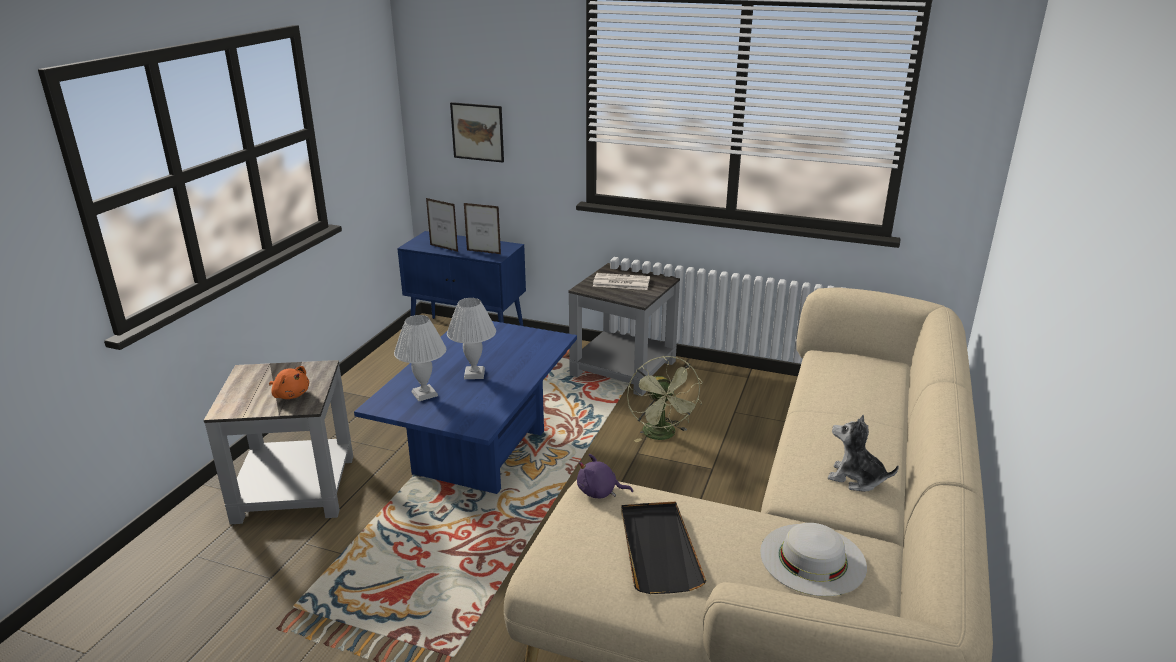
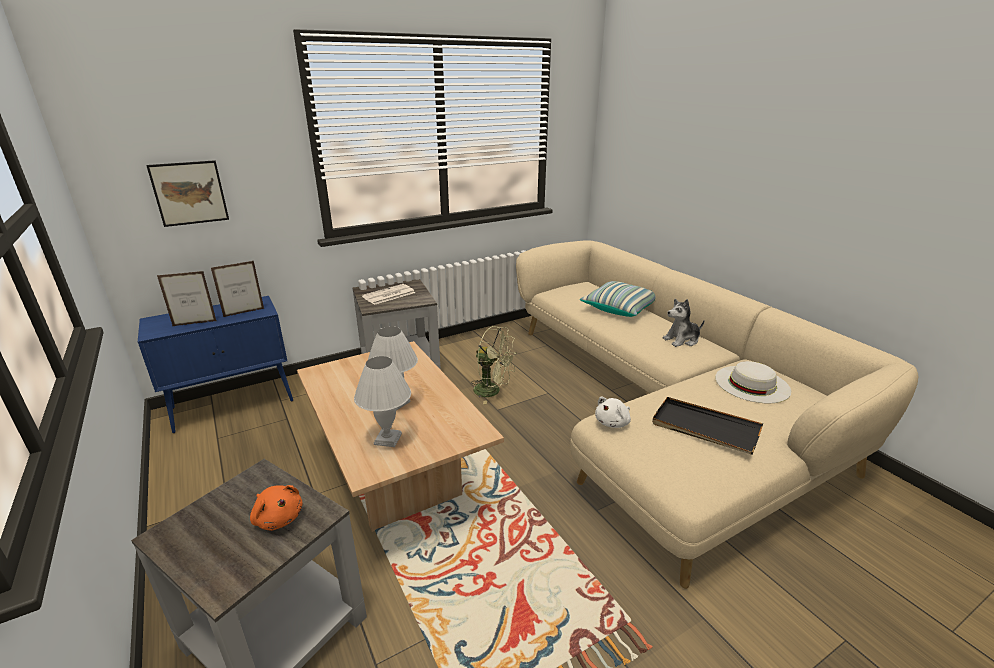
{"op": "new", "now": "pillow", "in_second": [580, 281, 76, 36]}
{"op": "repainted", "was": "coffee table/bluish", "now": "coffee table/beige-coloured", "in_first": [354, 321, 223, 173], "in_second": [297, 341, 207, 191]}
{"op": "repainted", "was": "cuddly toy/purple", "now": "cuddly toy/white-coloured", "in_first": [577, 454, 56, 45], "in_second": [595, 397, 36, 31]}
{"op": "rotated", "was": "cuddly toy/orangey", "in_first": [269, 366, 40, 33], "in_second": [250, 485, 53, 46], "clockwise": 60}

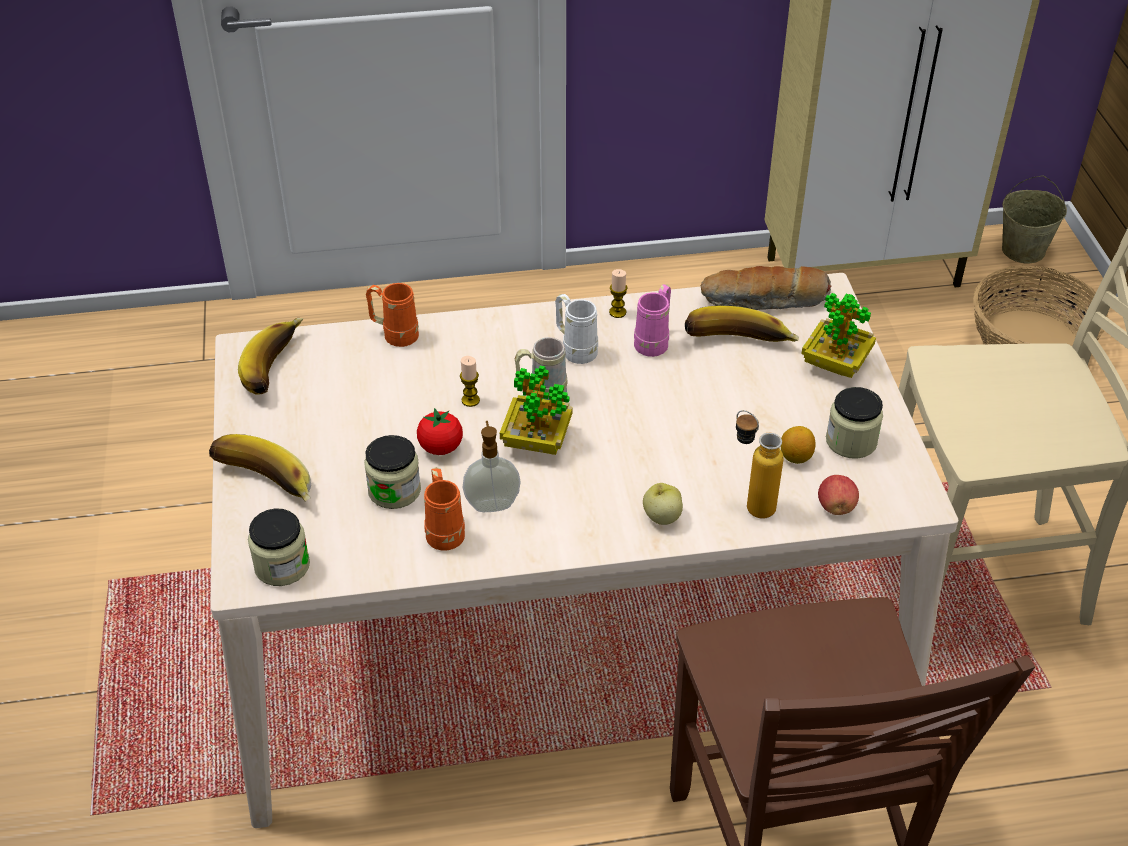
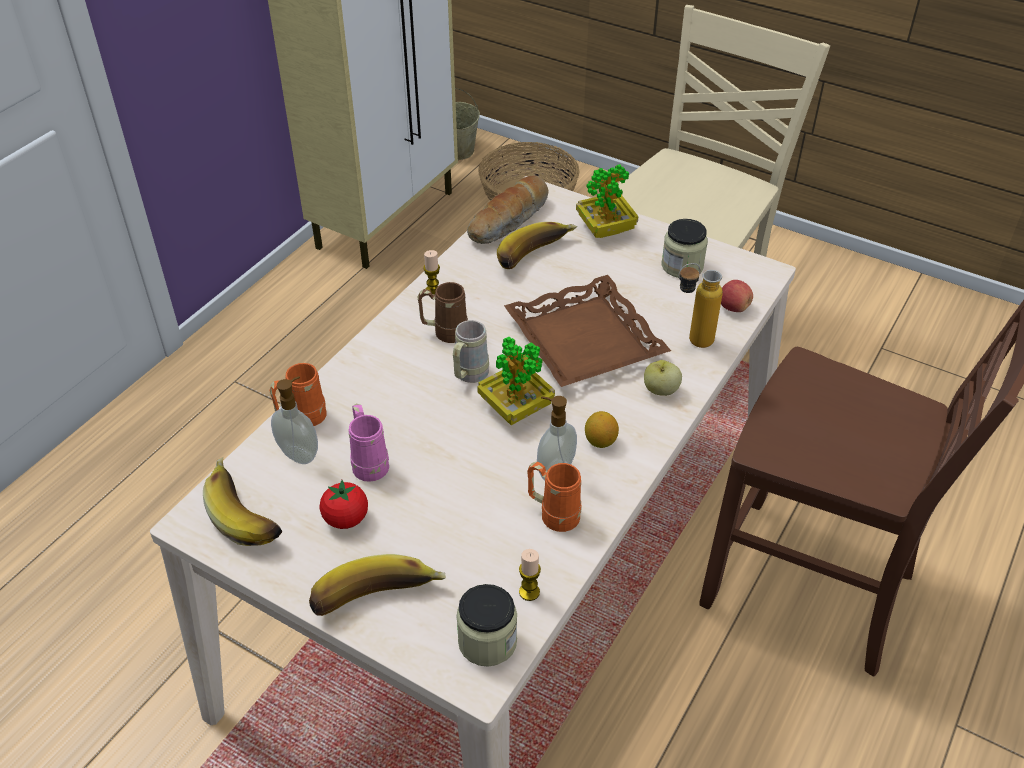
{"op": "gone", "was": "preserve jar", "in_first": [364, 435, 57, 74]}
{"op": "new", "now": "soap bottle", "in_second": [271, 376, 47, 88]}
{"op": "new", "now": "serving tray/brown-coloured", "in_second": [504, 275, 167, 112]}
{"op": "shifted", "was": "whole tomato", "in_first": [417, 408, 46, 47], "in_second": [320, 480, 48, 49]}
{"op": "shifted", "was": "wax light", "in_first": [460, 356, 20, 51], "in_second": [519, 549, 22, 52]}
{"op": "shifted", "was": "coffee mug/pink-coloured", "in_first": [634, 284, 37, 73], "in_second": [349, 404, 40, 78]}
{"op": "shifted", "was": "whole lemon", "in_first": [781, 426, 35, 38], "in_second": [585, 411, 34, 37]}
{"op": "repainted", "was": "coffee mug/white-coloured", "now": "coffee mug/brown-coloured", "in_first": [555, 294, 43, 70], "in_second": [417, 282, 51, 61]}

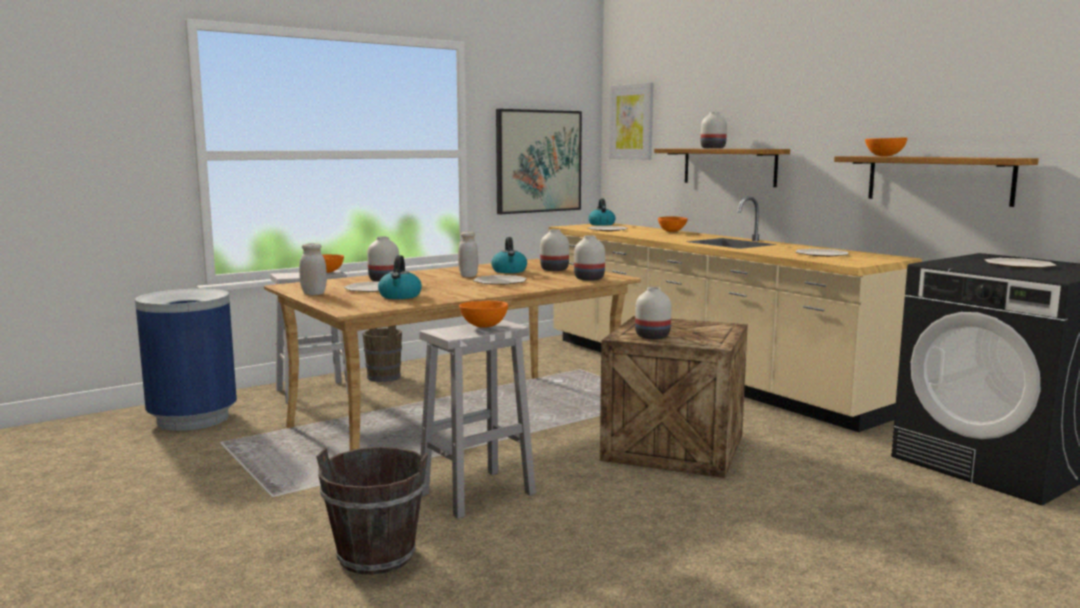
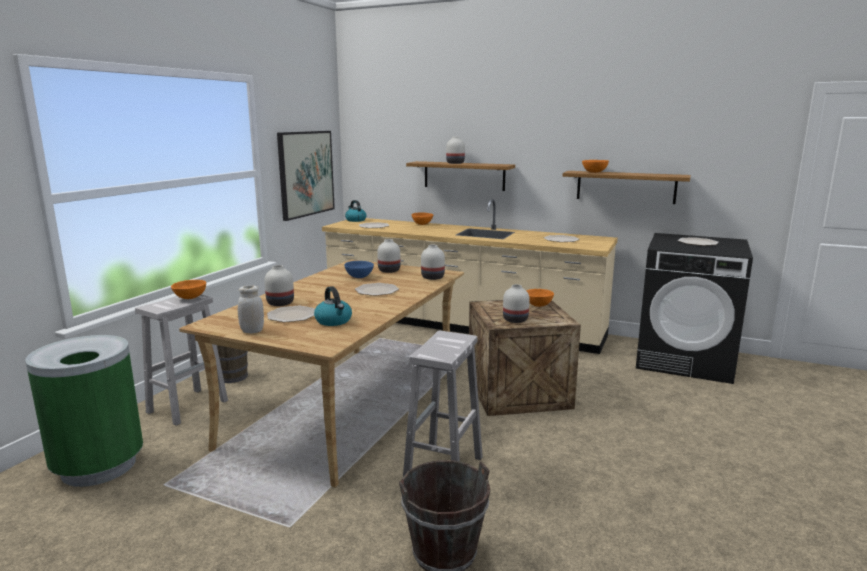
{"op": "gone", "was": "preserve jar/white-coloured", "in_first": [458, 231, 20, 46]}
{"op": "gone", "was": "wall art", "in_first": [609, 83, 44, 77]}
{"op": "shifted", "was": "bowl/orangey", "in_first": [459, 301, 49, 27], "in_second": [526, 289, 28, 18]}
{"op": "swapped", "was": "water kettle", "now": "bowl/bluish", "in_first": [491, 237, 36, 36], "in_second": [344, 261, 30, 17]}
{"op": "repainted", "was": "rubbish bin/bluish", "now": "rubbish bin/green-coloured", "in_first": [135, 289, 102, 142], "in_second": [25, 335, 118, 152]}

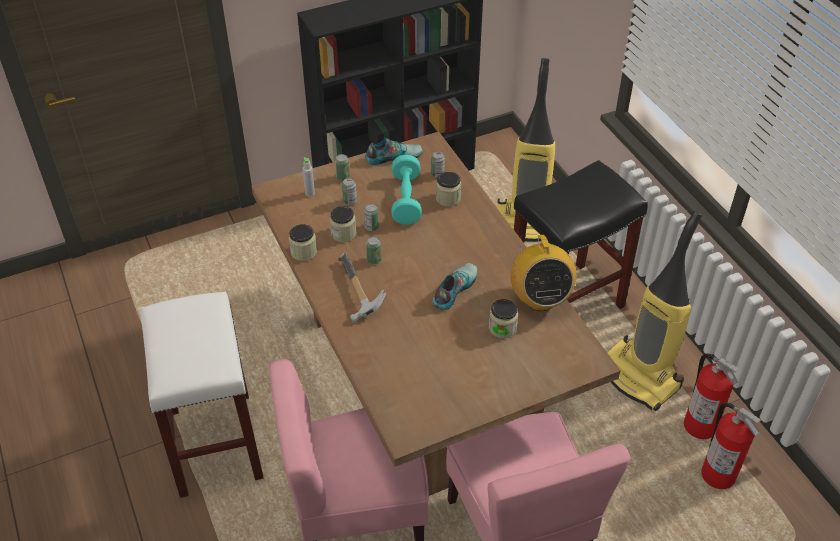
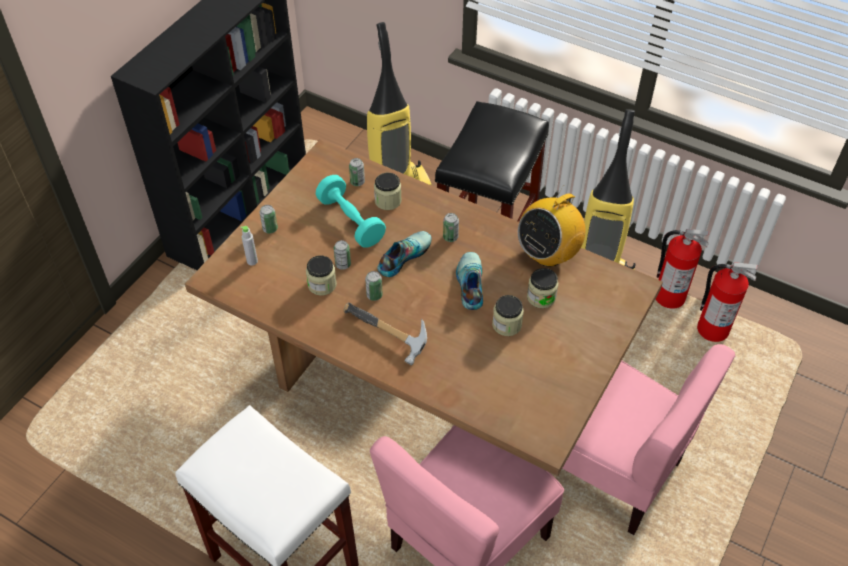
{"op": "shifted", "was": "preserve jar", "in_first": [289, 224, 28, 37], "in_second": [492, 295, 32, 41]}
{"op": "shifted", "was": "metal can", "in_first": [342, 178, 15, 27], "in_second": [443, 213, 16, 29]}
{"op": "shifted", "was": "low shoe", "in_first": [365, 138, 58, 27], "in_second": [377, 231, 55, 46]}
{"op": "rotated", "was": "radio receiver", "in_first": [511, 235, 66, 76], "in_second": [518, 185, 68, 82], "clockwise": 90}

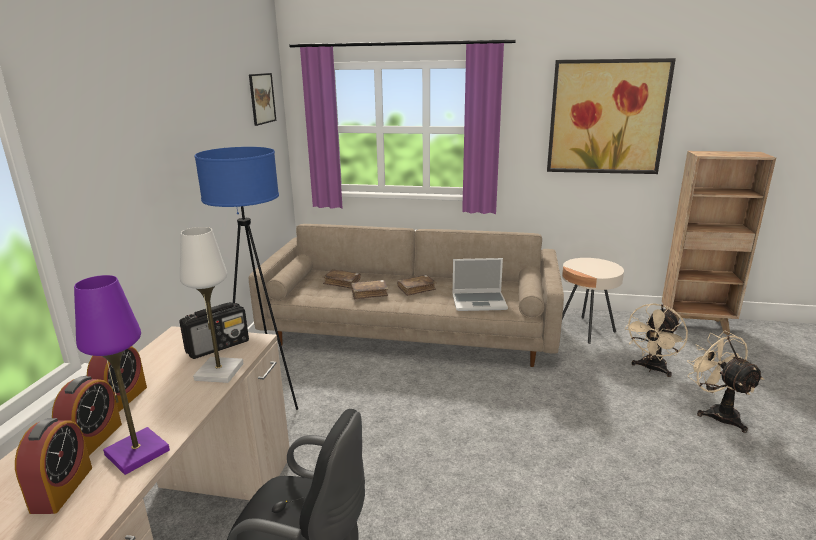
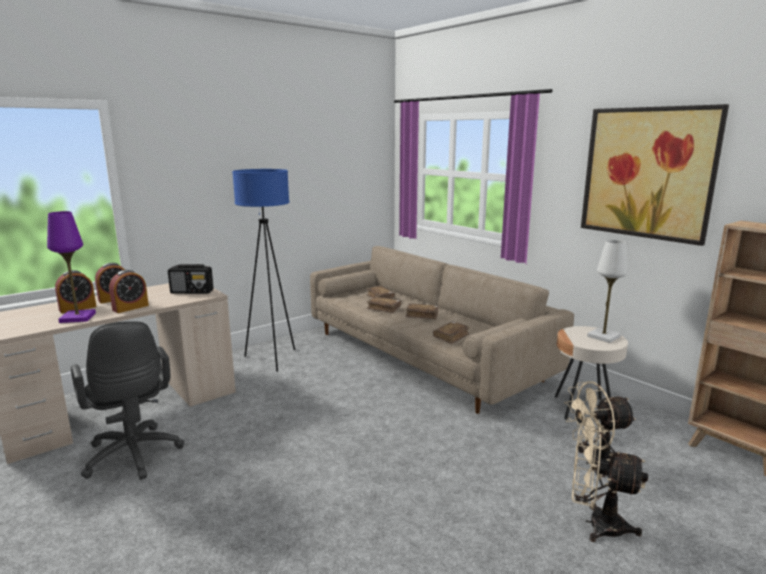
{"op": "gone", "was": "wall art", "in_first": [249, 73, 27, 53]}
{"op": "shifted", "was": "table clock", "in_first": [15, 418, 77, 96], "in_second": [109, 270, 40, 43]}
{"op": "shifted", "was": "table lamp/white-coloured", "in_first": [180, 227, 63, 156], "in_second": [587, 240, 41, 103]}
{"op": "swapped", "was": "portable computer", "now": "book/brown-coloured", "in_first": [452, 258, 56, 53], "in_second": [433, 321, 37, 23]}
{"op": "rotated", "was": "electric fan/beige-coloured", "in_first": [687, 331, 77, 102], "in_second": [572, 425, 76, 117], "clockwise": -90}

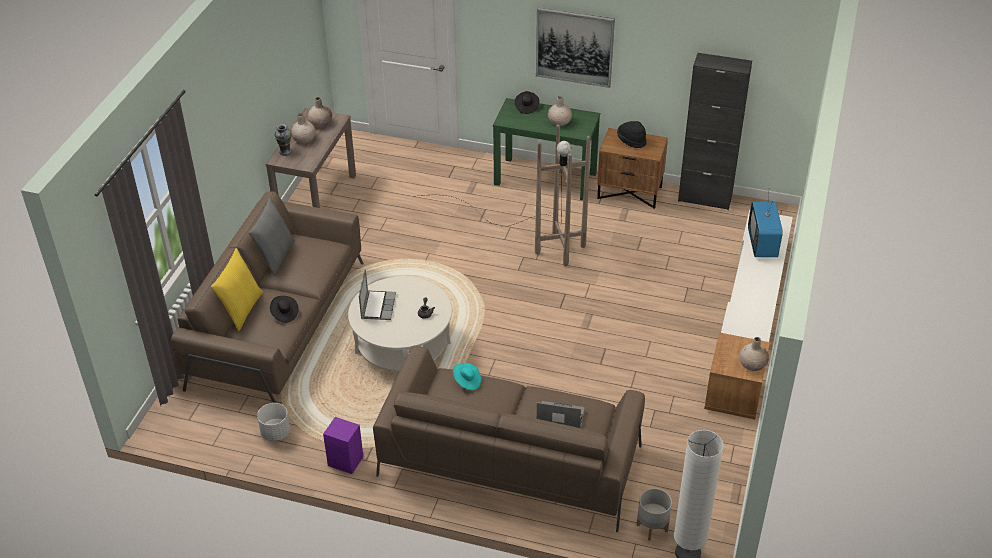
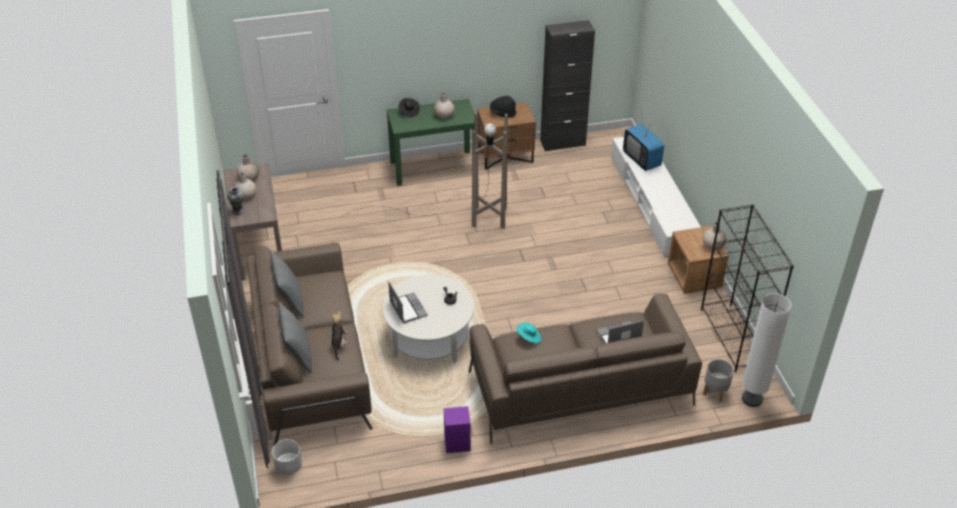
{"op": "gone", "was": "wall art", "in_first": [536, 8, 79, 80]}
{"op": "new", "now": "bookshelf/black-coloured", "in_second": [701, 204, 93, 168]}
{"op": "shifted", "was": "plant pot/white-coloured", "in_first": [257, 403, 33, 38], "in_second": [272, 439, 30, 36]}
{"op": "swapped", "was": "hat/black-coloured", "now": "cuddly toy", "in_first": [270, 296, 29, 27], "in_second": [330, 311, 18, 50]}
{"op": "repainted", "was": "pillow/yellow-coloured", "now": "pillow/grey", "in_first": [211, 248, 52, 83], "in_second": [279, 302, 33, 71]}

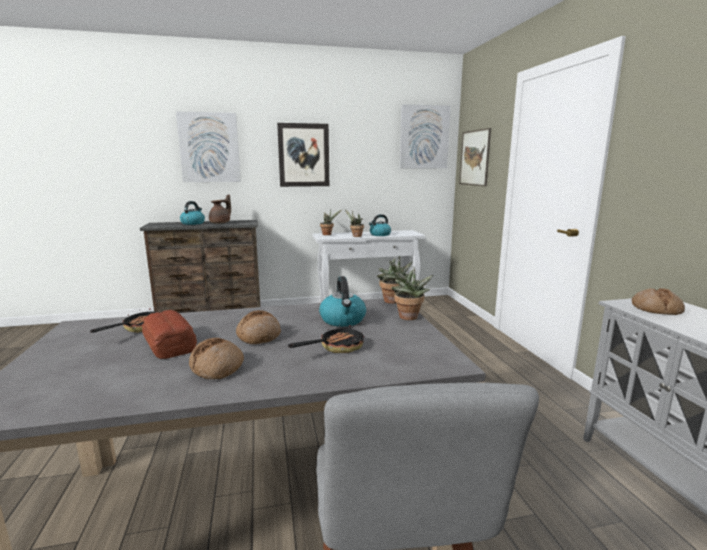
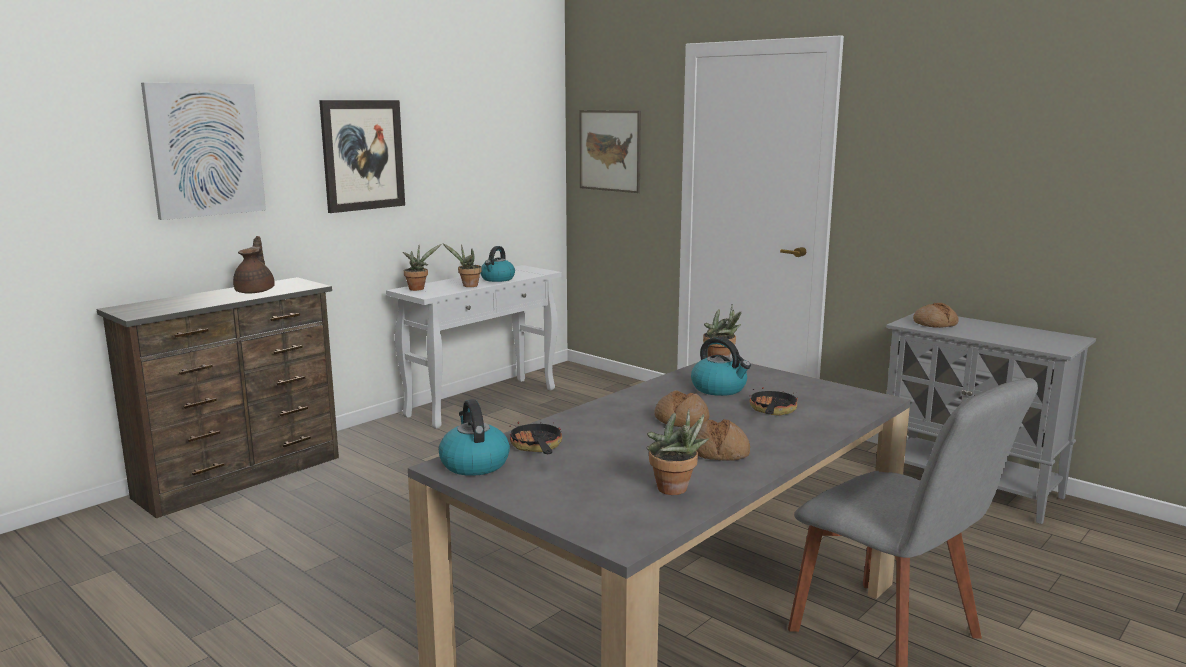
{"op": "gone", "was": "bakery bread", "in_first": [142, 310, 55, 49]}
{"op": "gone", "was": "wall art", "in_first": [400, 104, 51, 64]}
{"op": "shifted", "was": "water kettle", "in_first": [180, 201, 25, 24], "in_second": [439, 399, 71, 77]}
{"op": "shifted", "was": "potted plant", "in_first": [391, 267, 42, 53], "in_second": [647, 409, 62, 86]}

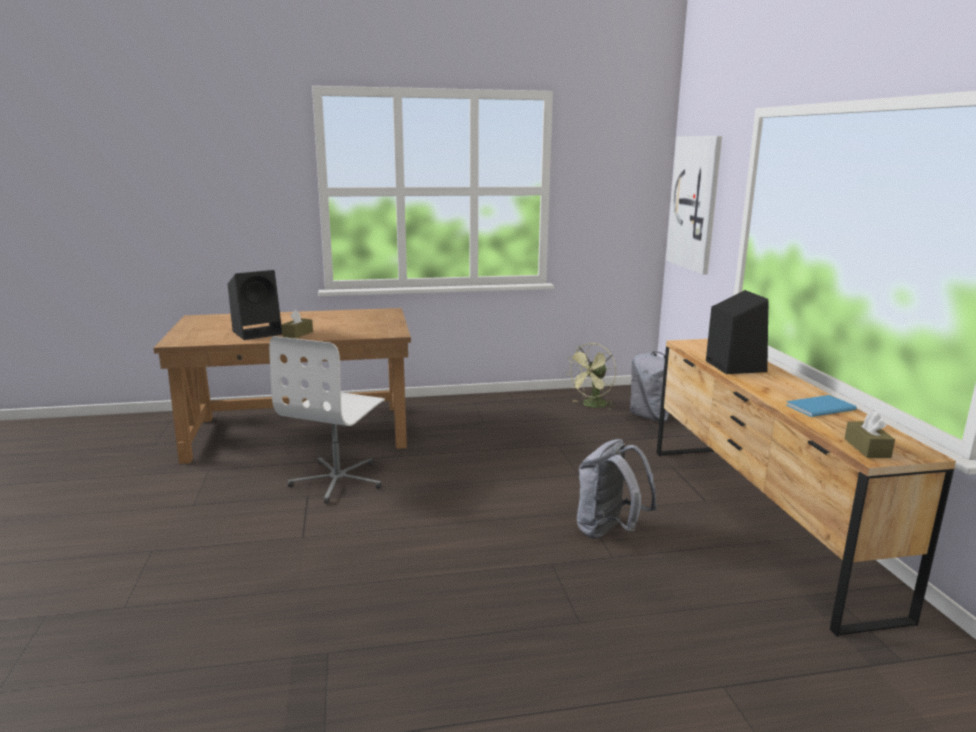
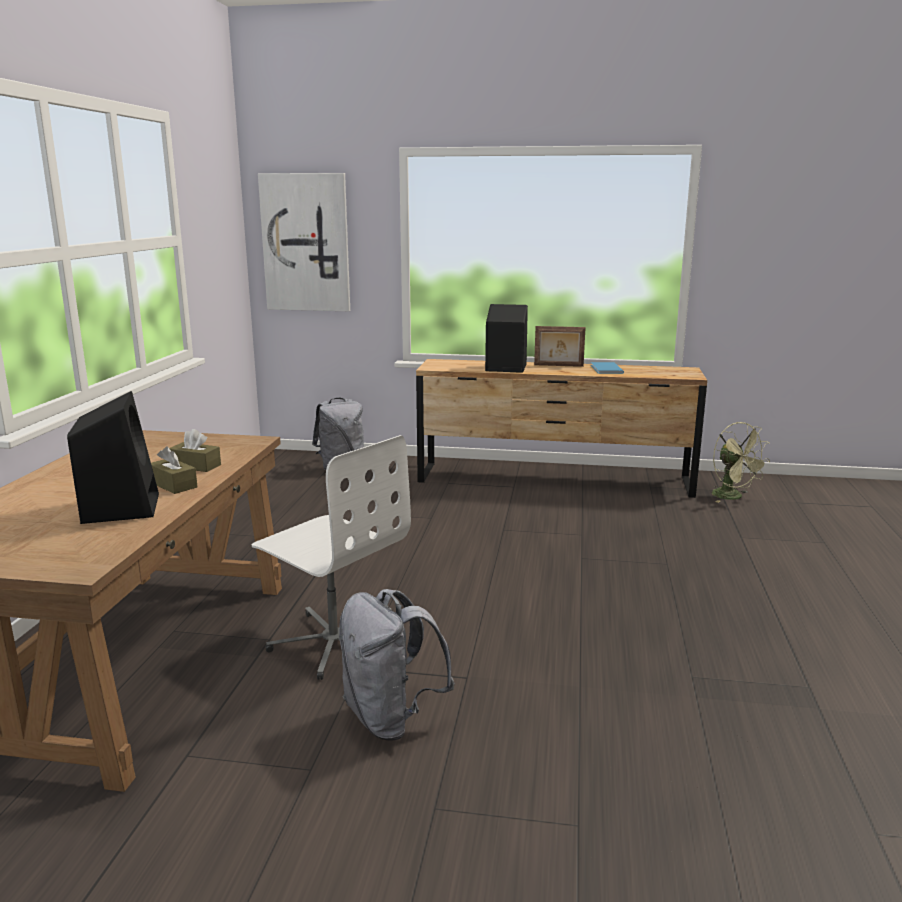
{"op": "new", "now": "picture frame", "in_second": [534, 326, 52, 41]}
{"op": "shifted", "was": "electric fan/green-coloured", "in_first": [565, 343, 51, 67], "in_second": [712, 422, 58, 81]}
{"op": "shifted", "was": "knapsack/grey", "in_first": [577, 439, 80, 100], "in_second": [339, 589, 116, 152]}
{"op": "shifted", "was": "tissue box/brown-coloured", "in_first": [845, 412, 50, 46], "in_second": [169, 429, 52, 43]}

